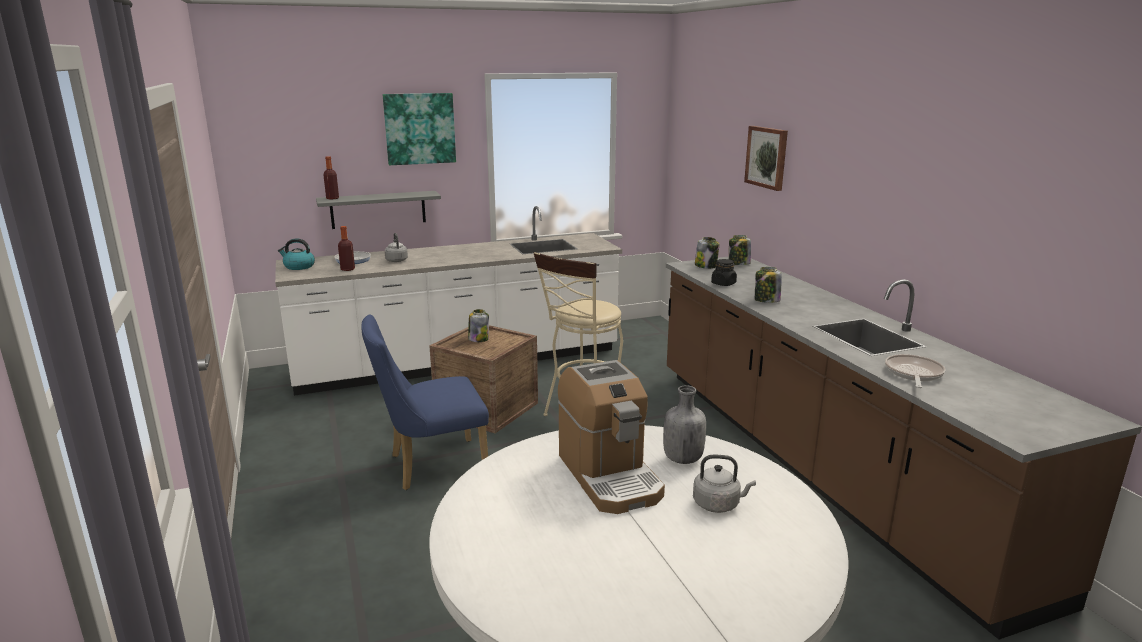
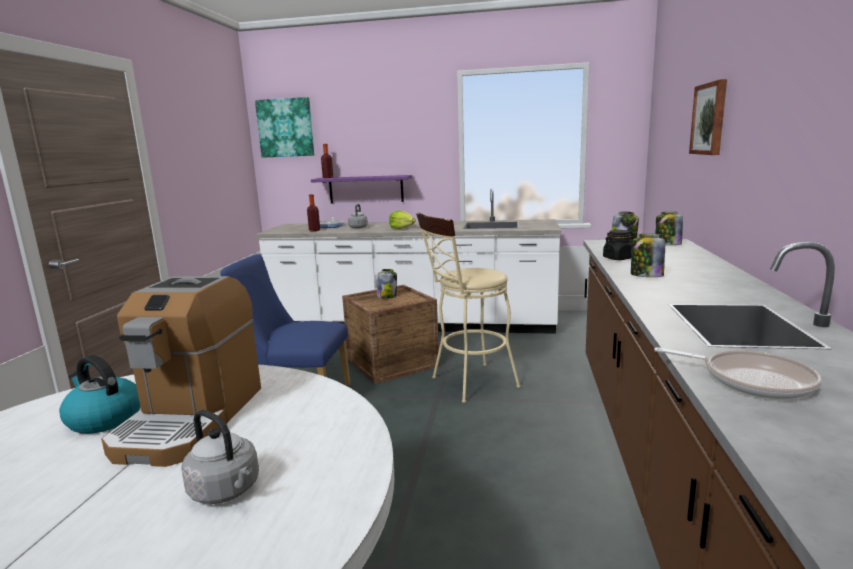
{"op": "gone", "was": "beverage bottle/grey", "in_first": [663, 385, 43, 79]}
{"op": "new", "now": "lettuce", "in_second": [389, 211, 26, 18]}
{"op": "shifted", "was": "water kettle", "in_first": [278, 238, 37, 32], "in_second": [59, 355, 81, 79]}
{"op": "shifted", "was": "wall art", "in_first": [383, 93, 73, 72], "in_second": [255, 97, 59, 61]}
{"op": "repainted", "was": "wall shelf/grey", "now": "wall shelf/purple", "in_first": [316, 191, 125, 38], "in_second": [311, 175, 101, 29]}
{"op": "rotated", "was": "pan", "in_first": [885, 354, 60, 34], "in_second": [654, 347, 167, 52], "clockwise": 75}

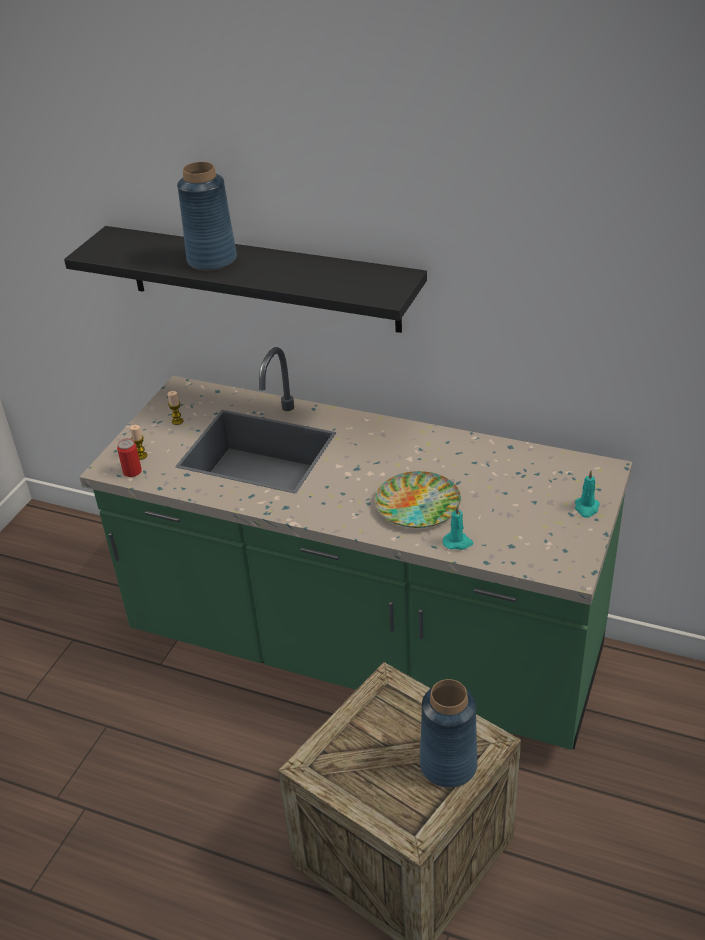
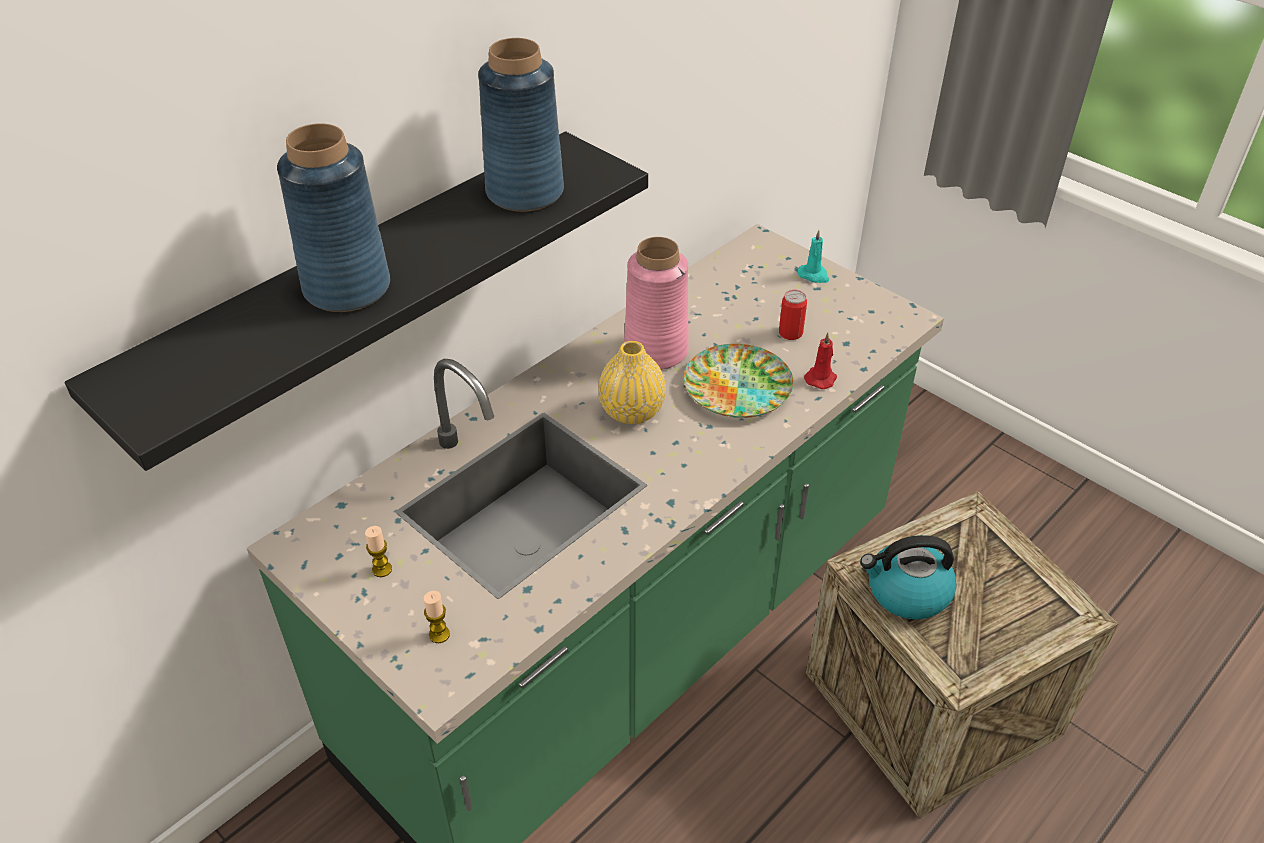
{"op": "new", "now": "flower vase/yellow-coloured", "in_second": [598, 341, 68, 83]}
{"op": "new", "now": "flower vase/pink-coloured", "in_second": [624, 237, 64, 133]}
{"op": "new", "now": "water kettle", "in_second": [860, 535, 97, 85]}
{"op": "shifted", "was": "metal can", "in_first": [117, 438, 25, 39], "in_second": [779, 290, 28, 50]}
{"op": "shifted", "was": "flower vase/bluish", "in_first": [420, 679, 58, 109], "in_second": [478, 38, 86, 174]}
{"op": "repainted", "was": "wax light/turquoise", "now": "wax light/reddish", "in_first": [443, 505, 31, 45], "in_second": [804, 333, 33, 56]}

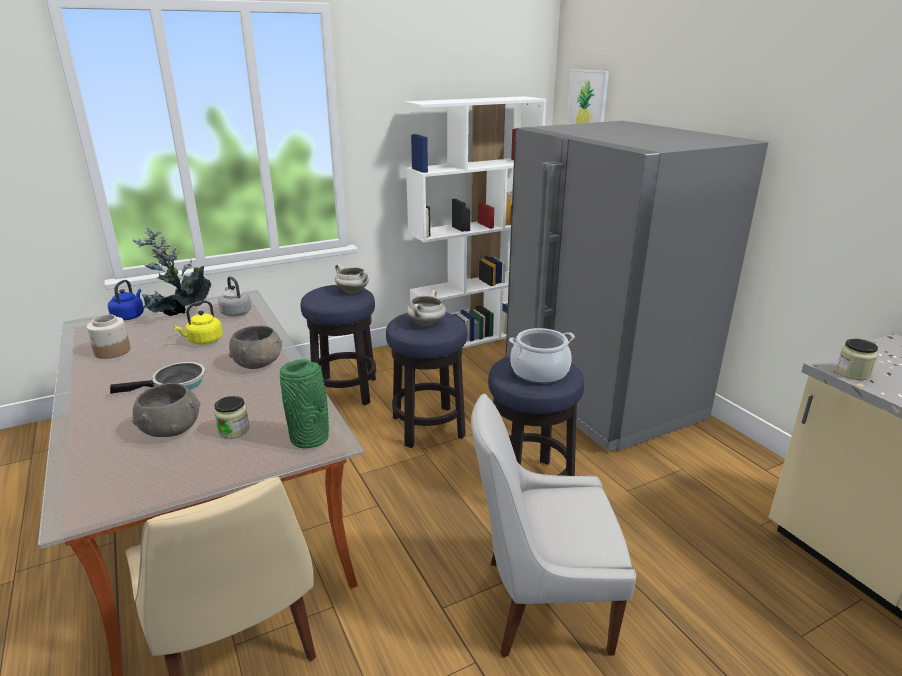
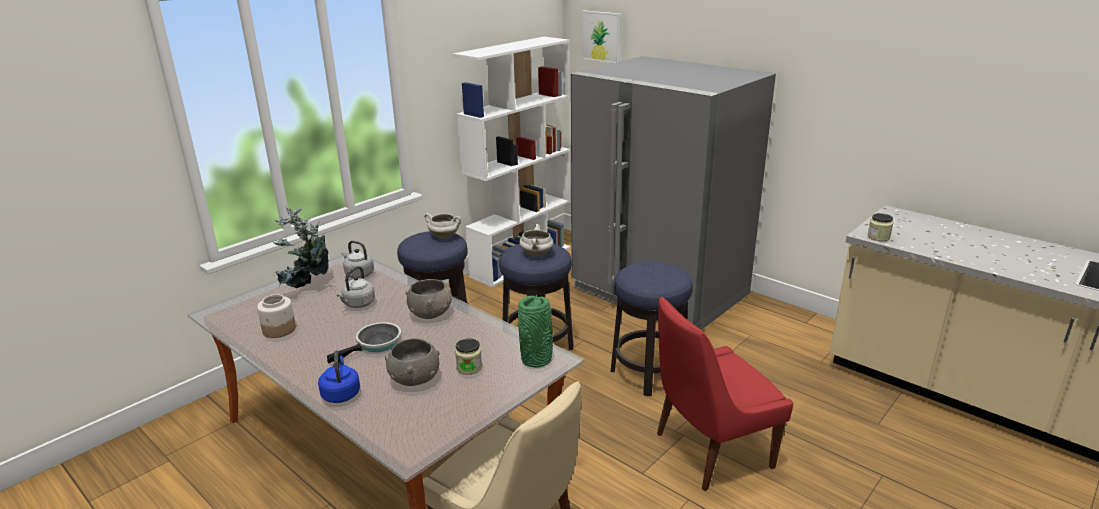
{"op": "gone", "was": "saucepot", "in_first": [509, 328, 66, 56]}
{"op": "shifted", "was": "water kettle/bluish", "in_first": [108, 280, 36, 40], "in_second": [318, 350, 42, 53]}
{"op": "repainted", "was": "water kettle/yellow-coloured", "now": "water kettle/grey", "in_first": [174, 300, 49, 45], "in_second": [337, 266, 38, 42]}
{"op": "repainted", "was": "upright chair/white-coloured", "now": "upright chair/reddish", "in_first": [471, 394, 165, 264], "in_second": [657, 297, 137, 194]}

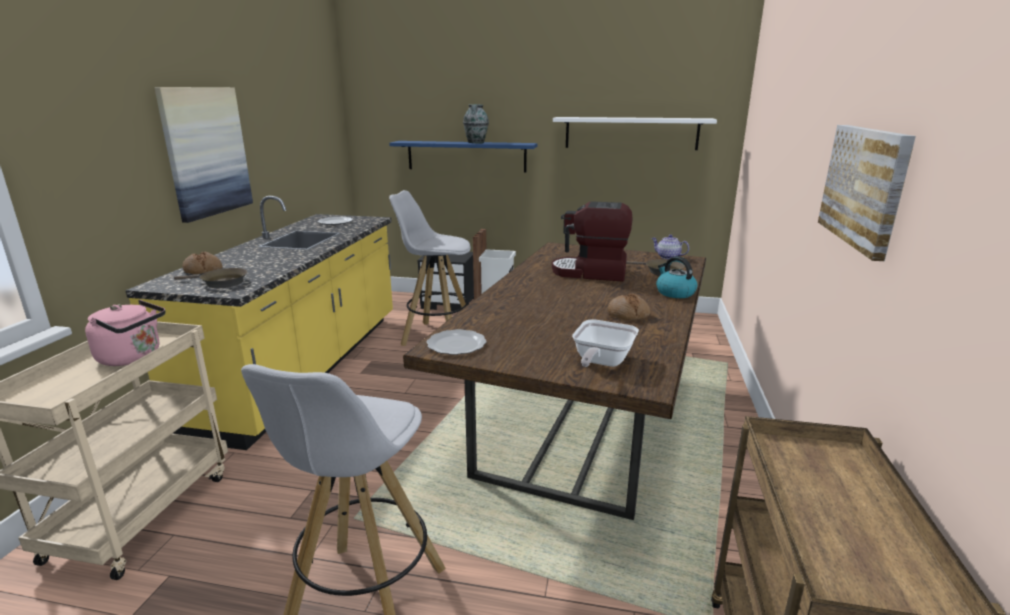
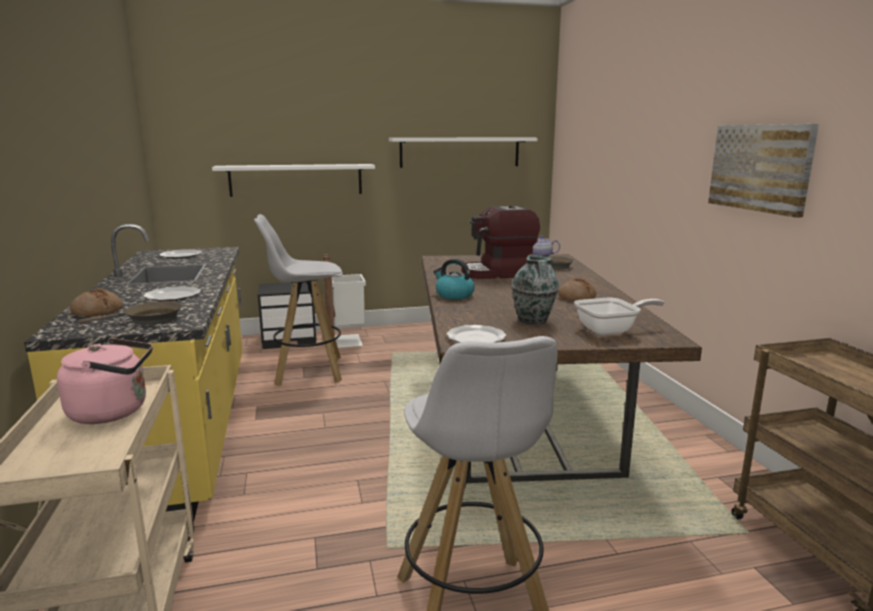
{"op": "gone", "was": "wall art", "in_first": [154, 87, 99, 136]}
{"op": "new", "now": "flat dish", "in_second": [144, 286, 57, 15]}
{"op": "shifted", "was": "flower vase", "in_first": [463, 104, 26, 39], "in_second": [512, 254, 47, 70]}
{"op": "shifted", "was": "water kettle", "in_first": [656, 256, 42, 42], "in_second": [433, 259, 42, 41]}
{"op": "repainted", "was": "wall shelf/bluish", "now": "wall shelf/white-coloured", "in_first": [389, 141, 148, 31], "in_second": [212, 164, 163, 33]}
{"op": "rotated", "was": "pan", "in_first": [572, 319, 67, 48], "in_second": [574, 298, 90, 37], "clockwise": -105}

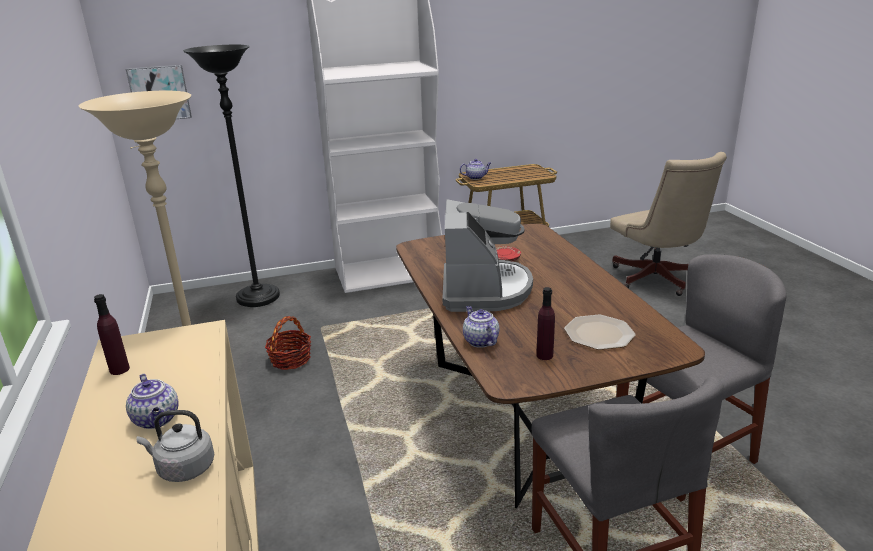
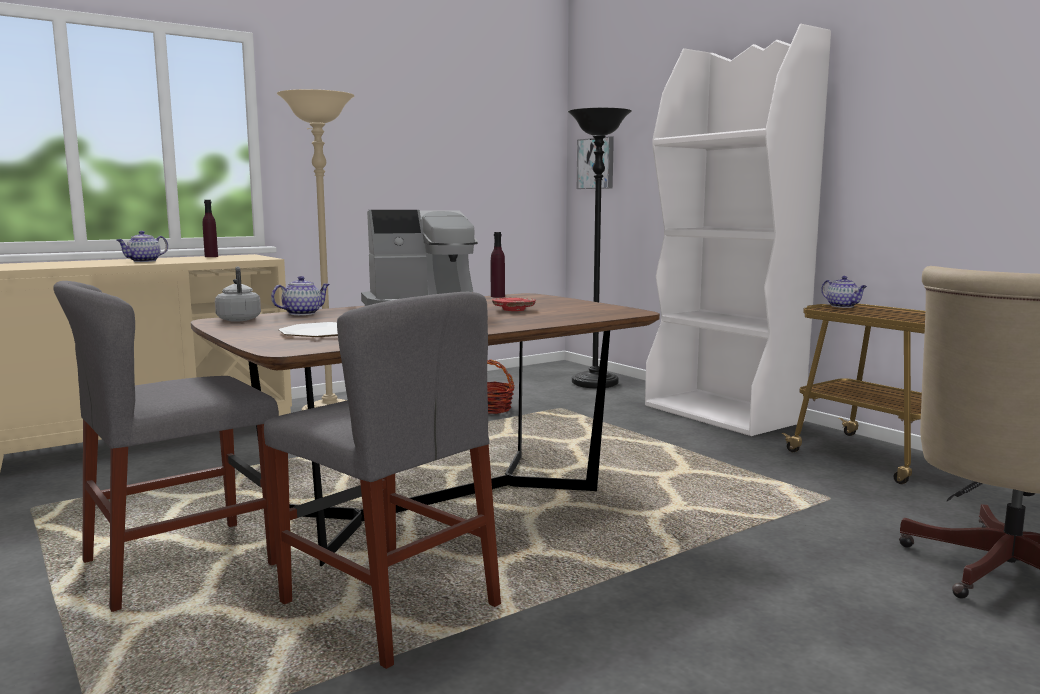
{"op": "shifted", "was": "water kettle/grey", "in_first": [136, 410, 78, 72], "in_second": [215, 267, 46, 55]}
{"op": "shifted", "was": "beverage bottle/purple", "in_first": [536, 287, 19, 73], "in_second": [491, 232, 14, 66]}

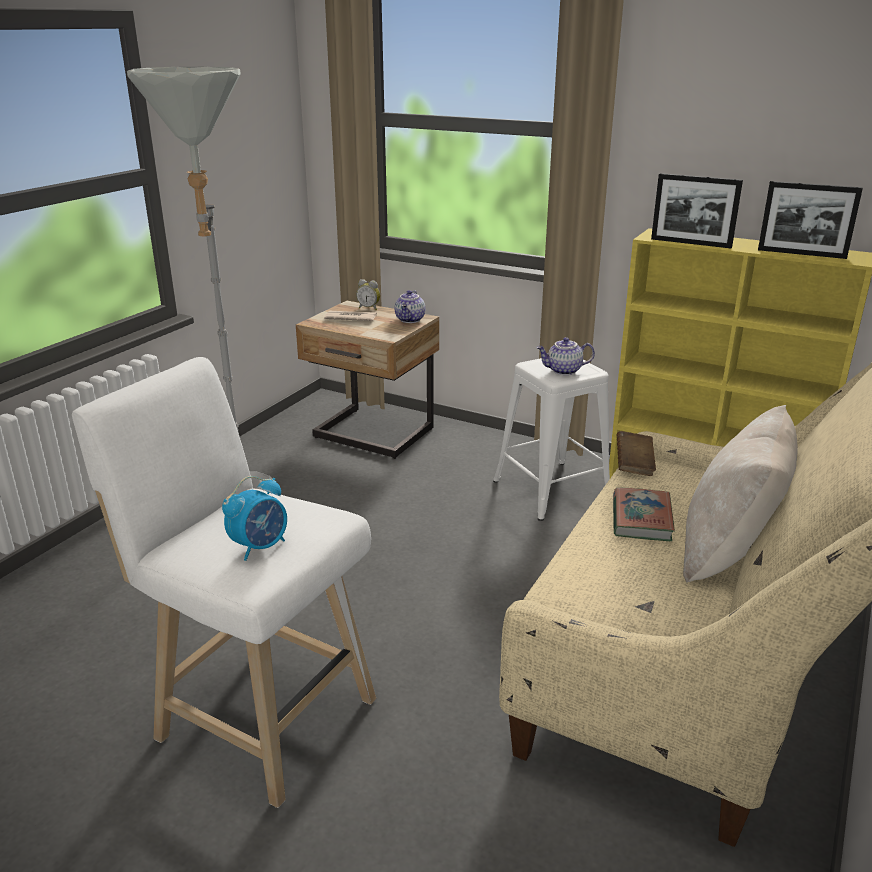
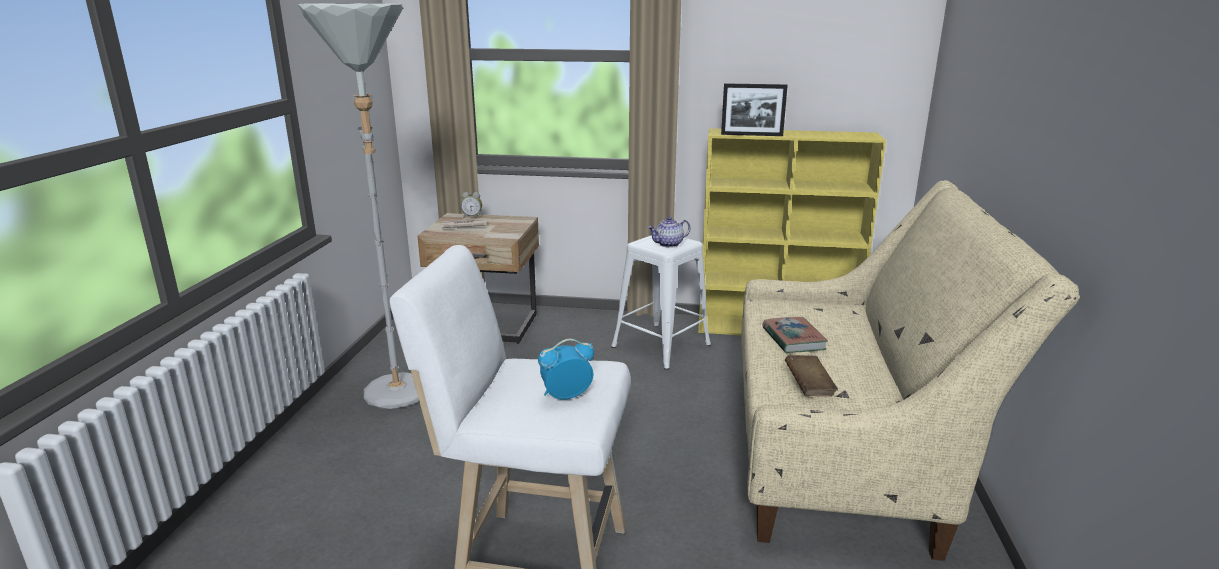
{"op": "gone", "was": "pot for tea", "in_first": [395, 290, 30, 33]}
{"op": "gone", "was": "pillow/beige-coloured", "in_first": [683, 405, 115, 177]}
{"op": "gone", "was": "picture frame", "in_first": [758, 181, 105, 78]}
{"op": "shifted", "was": "book/brown-coloured", "in_first": [617, 431, 39, 45], "in_second": [785, 355, 53, 41]}
{"op": "rotated", "was": "table clock", "in_first": [222, 476, 65, 85], "in_second": [538, 339, 56, 61], "clockwise": -135}

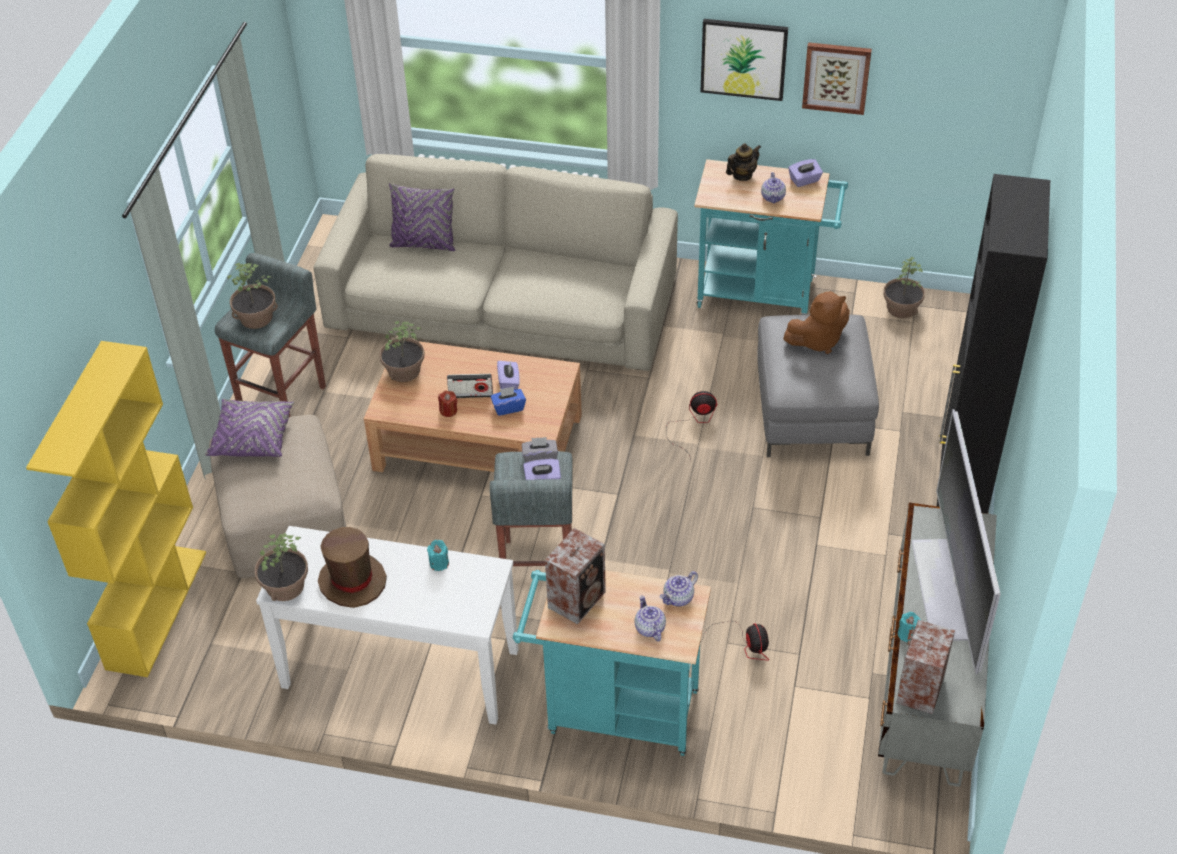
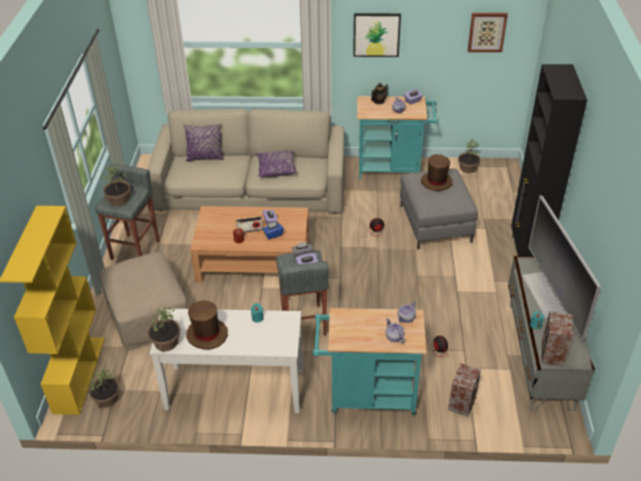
{"op": "shifted", "was": "pillow/purple", "in_first": [205, 399, 89, 58], "in_second": [257, 150, 40, 27]}
{"op": "shifted", "was": "potted plant", "in_first": [379, 321, 45, 61], "in_second": [89, 369, 31, 39]}
{"op": "shifted", "was": "speaker", "in_first": [545, 528, 61, 96], "in_second": [448, 363, 33, 54]}
{"op": "shifted", "was": "wall art", "in_first": [802, 42, 70, 73], "in_second": [468, 13, 40, 39]}
{"op": "swapped", "was": "cuddly toy/brown-coloured", "now": "hat/brown-coloured", "in_first": [783, 291, 67, 63], "in_second": [421, 154, 32, 37]}

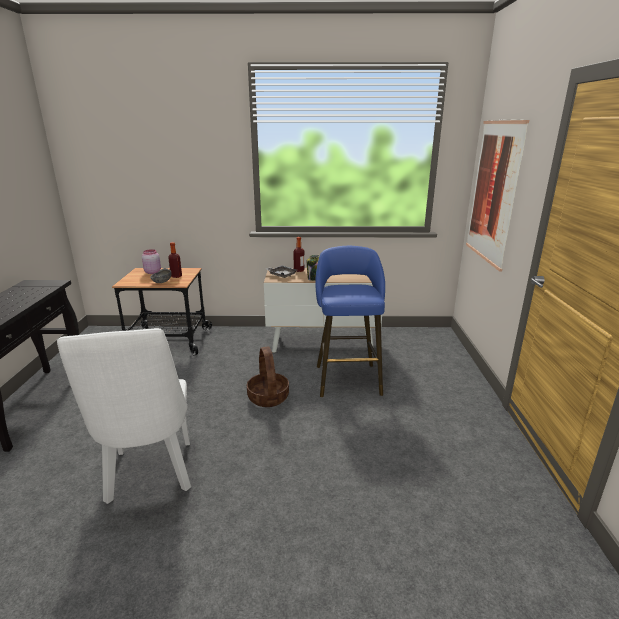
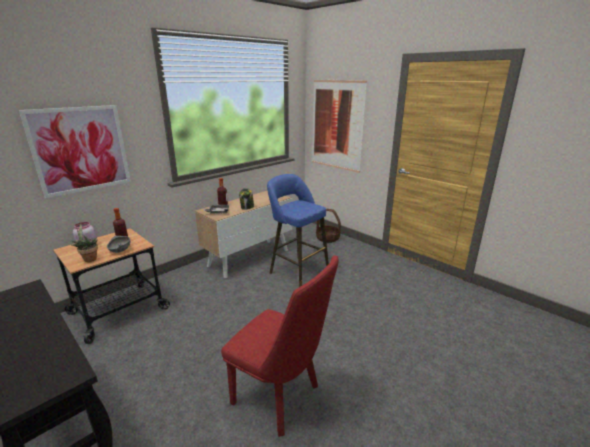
{"op": "new", "now": "wall art", "in_second": [19, 105, 112, 93]}
{"op": "new", "now": "potted plant", "in_second": [71, 223, 27, 39]}
{"op": "shifted", "was": "household basket", "in_first": [247, 347, 42, 60], "in_second": [316, 209, 25, 34]}
{"op": "repainted", "was": "upright chair/white-coloured", "now": "upright chair/reddish", "in_first": [57, 328, 134, 176], "in_second": [221, 255, 118, 182]}

